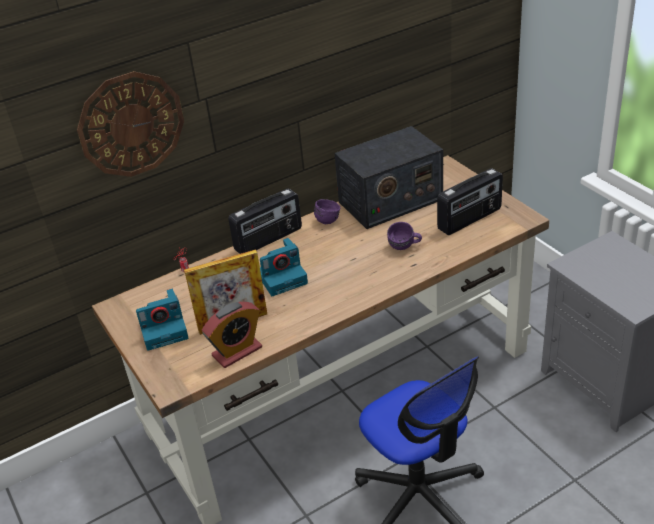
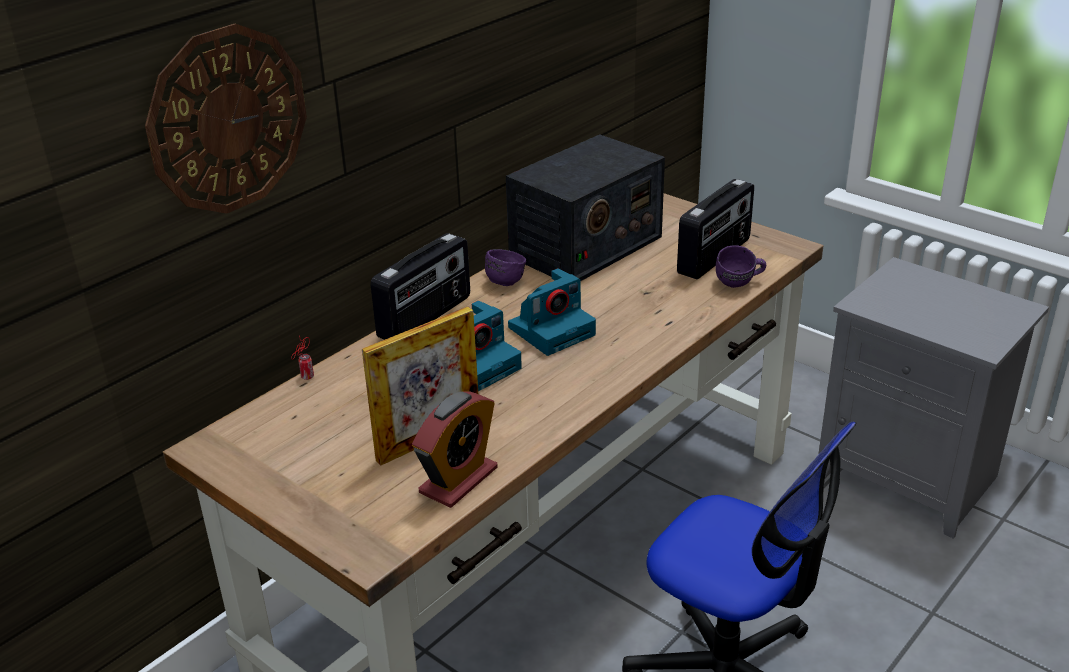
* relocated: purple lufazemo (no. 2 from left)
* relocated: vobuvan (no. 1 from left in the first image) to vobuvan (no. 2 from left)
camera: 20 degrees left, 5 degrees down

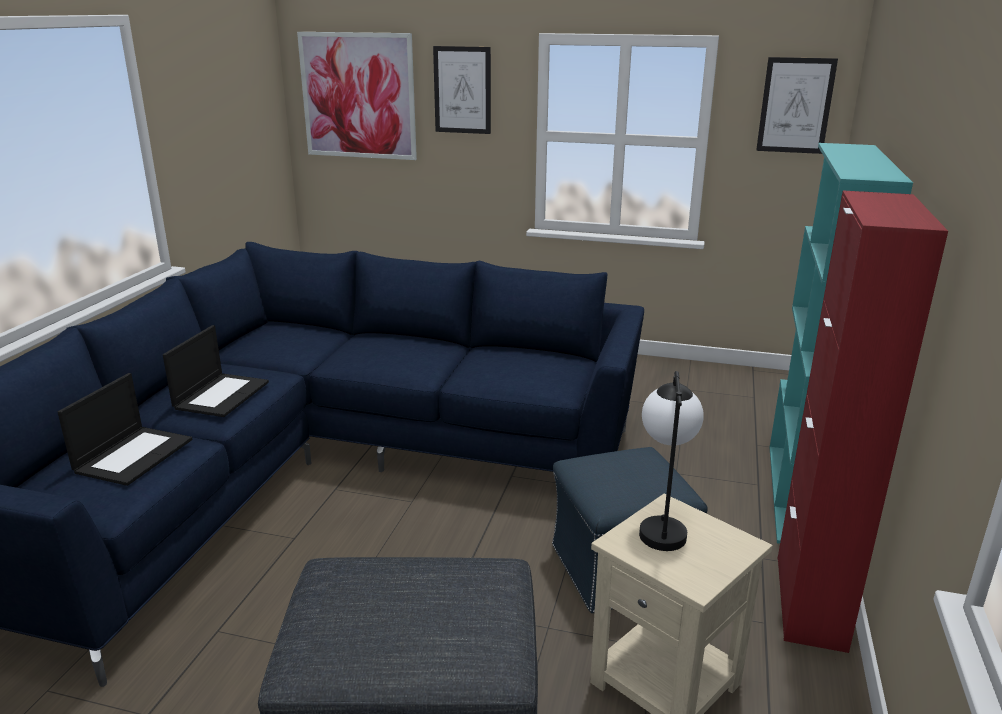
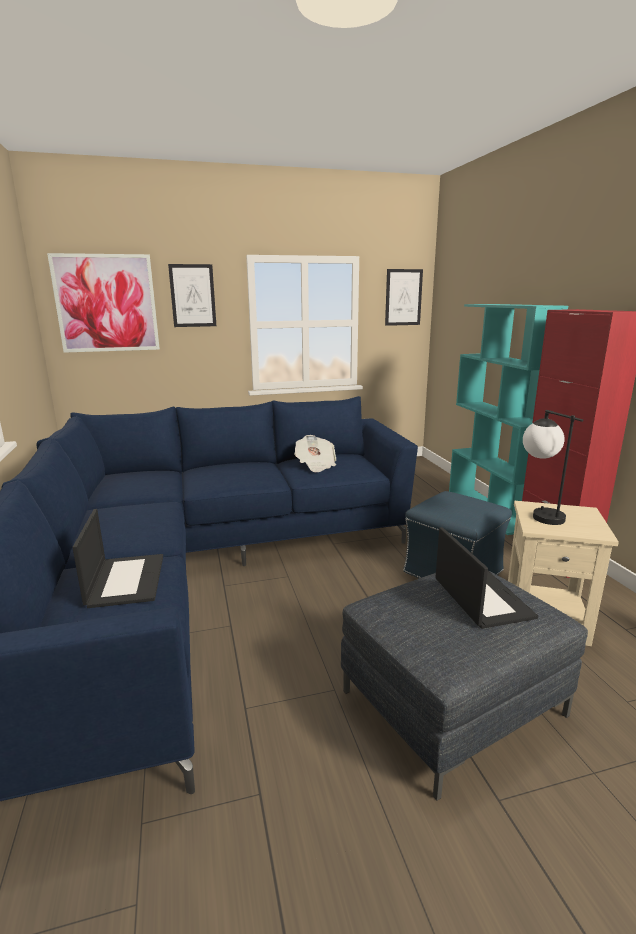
* relocated: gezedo (no. 2 from left)
* appeared: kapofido
camera: 30 degrees left, 5 degrees down

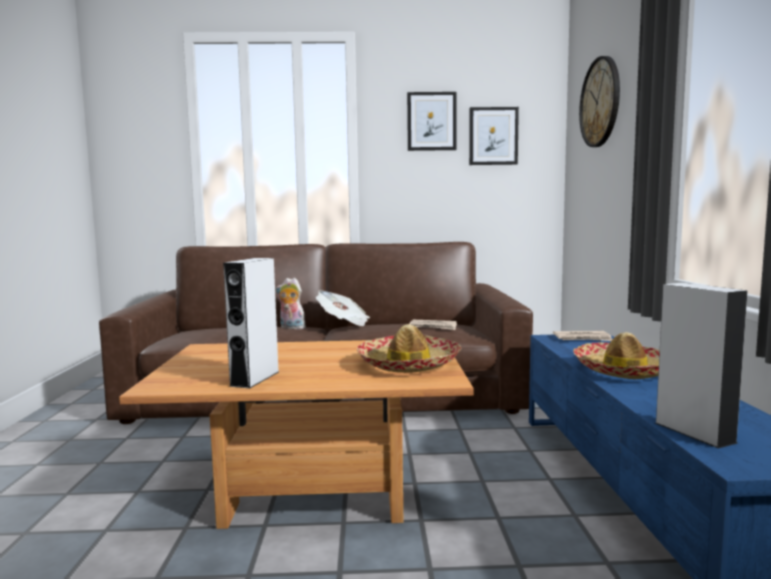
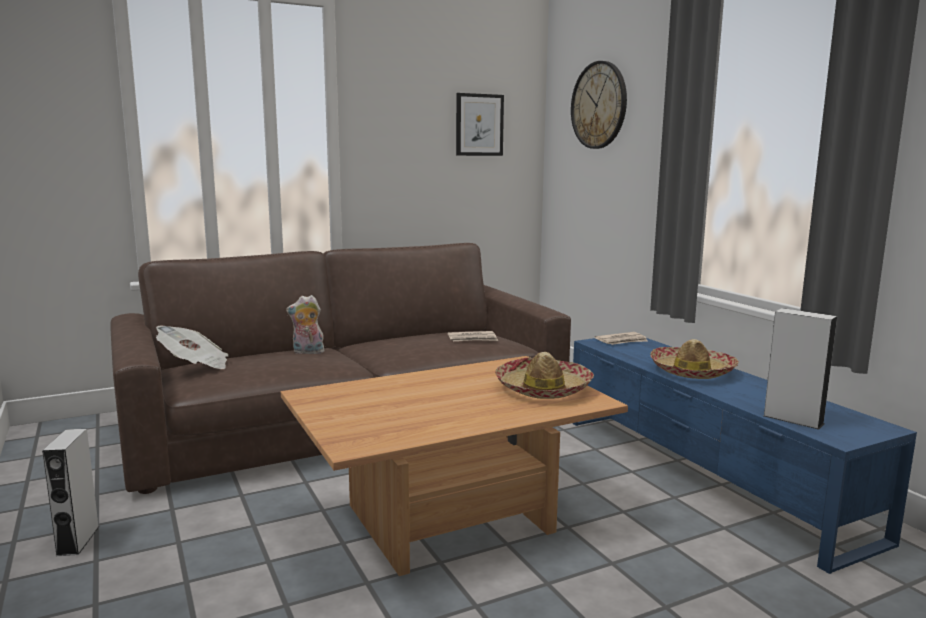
* missing: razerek (no. 1 from left)
* relocated: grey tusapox (no. 1 from left)
* relocated: kapofido (no. 1 from left)
camera: 25 degrees left, 5 degrees up

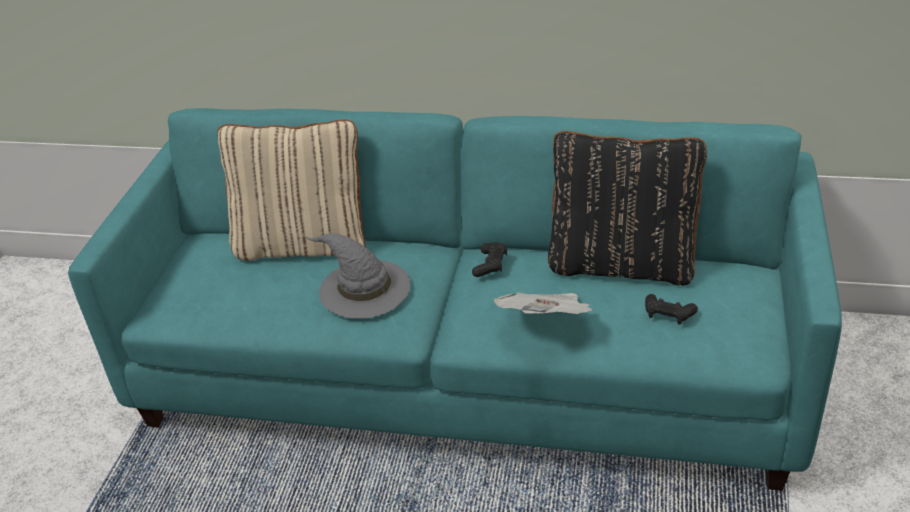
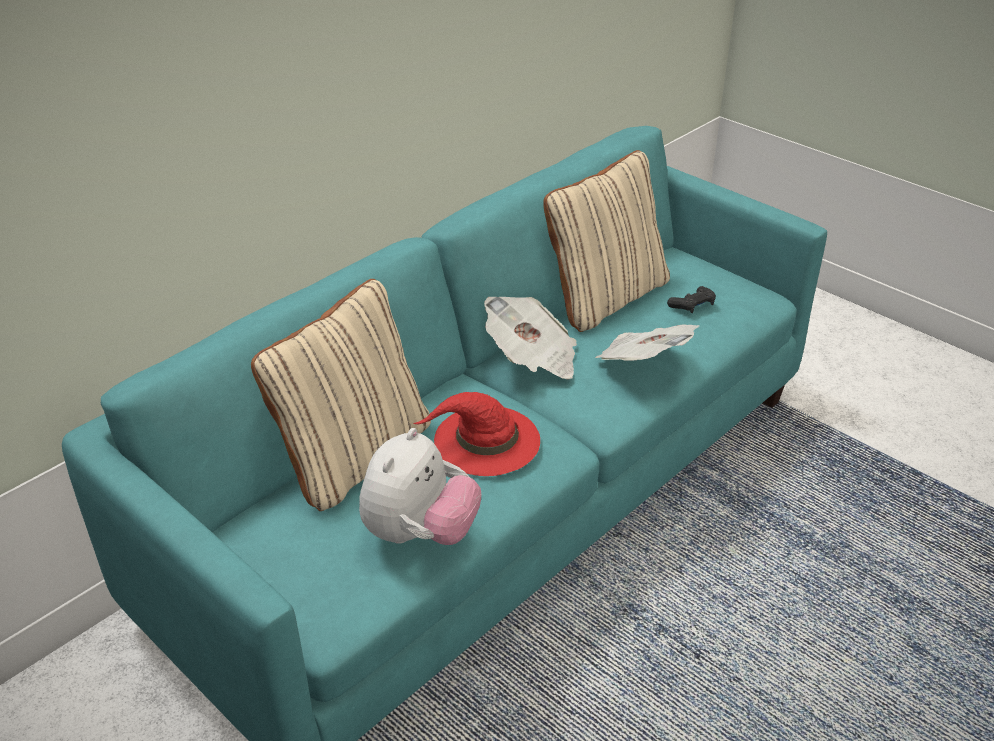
* colour: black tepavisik to beige tepavisik (no. 2 from left)
* colour: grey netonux to red netonux
* exchanged: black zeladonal (no. 1 from left) to kapofido (no. 1 from left)
* appeared: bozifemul
camera: 60 degrees left, 0 degrees up

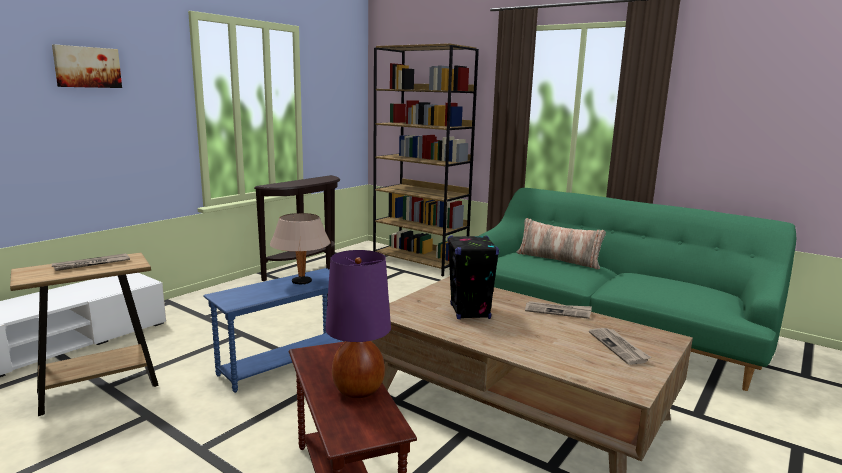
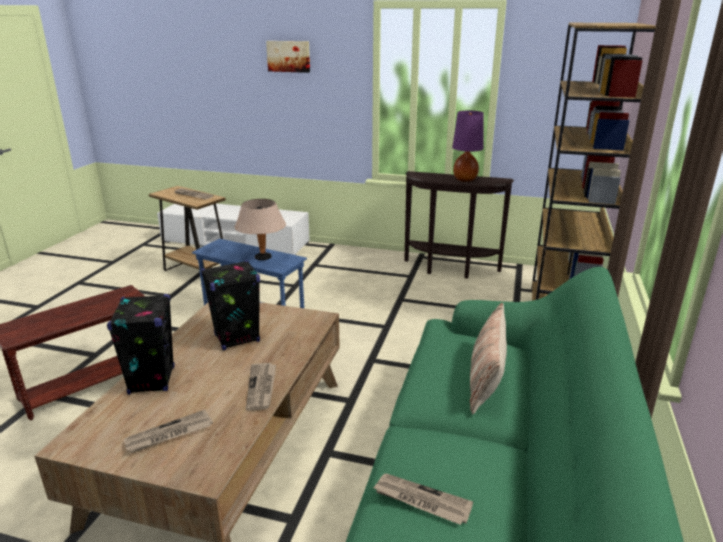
* relocated: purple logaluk
* appeared: black tusapox (no. 1 from left)
* appeared: kapofido (no. 4 from left)
camera: 70 degrees right, 10 degrees up

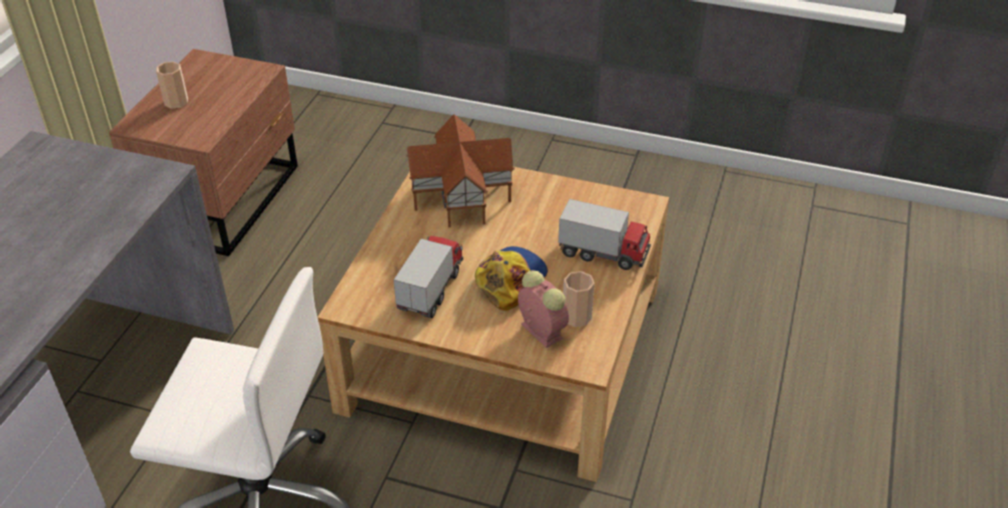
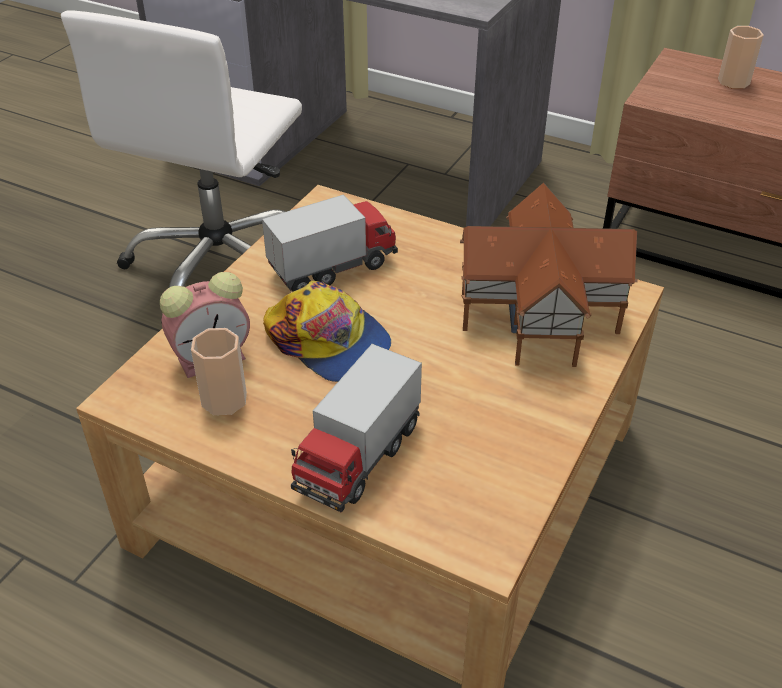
* spun: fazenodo (no. 1 from left) 60 degrees counterclockwise
camera: 100 degrees right, 0 degrees up

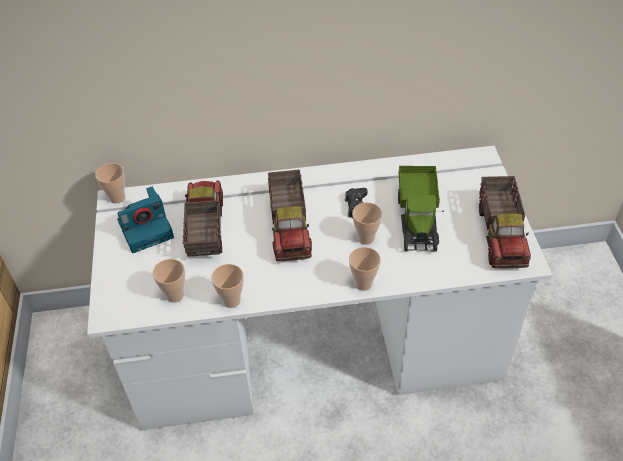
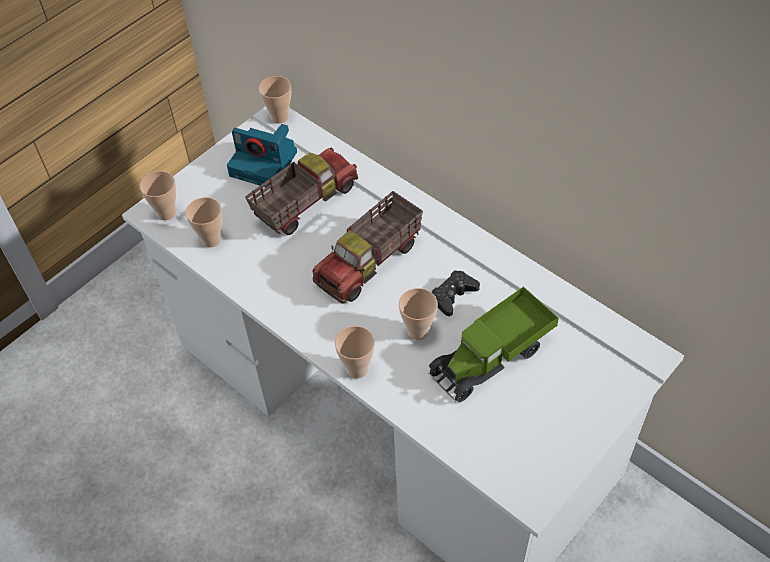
* missing: fazenodo (no. 4 from left)
* relocated: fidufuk (no. 3 from left in the first image) to fidufuk (no. 1 from left)
camera: 50 degrees right, 5 degrees up

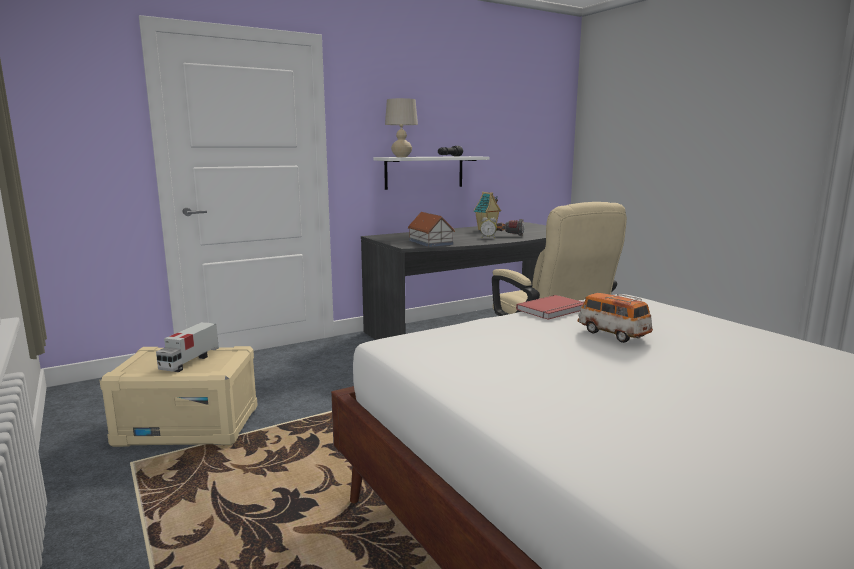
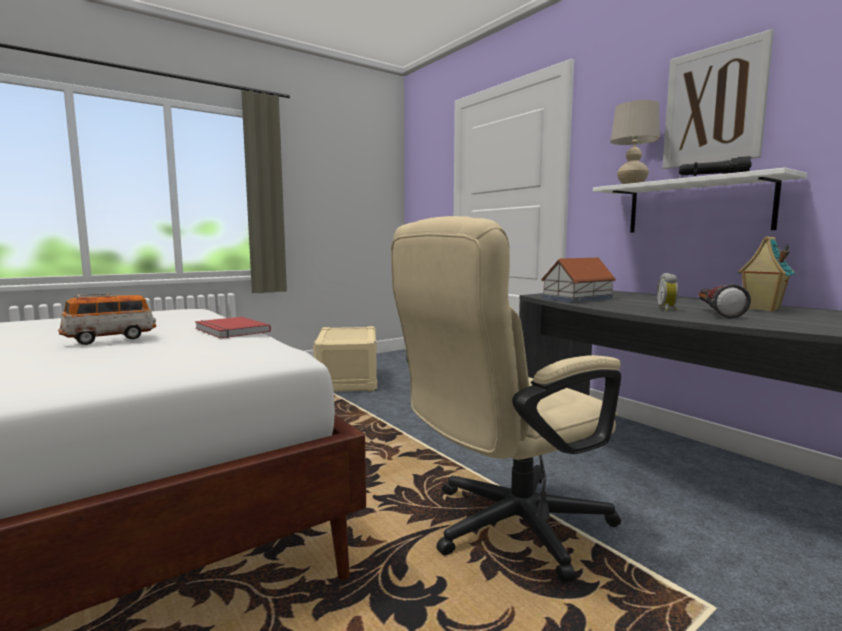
* missing: fazenodo
* appeared: razerek
camera: 85 degrees right, 5 degrees down

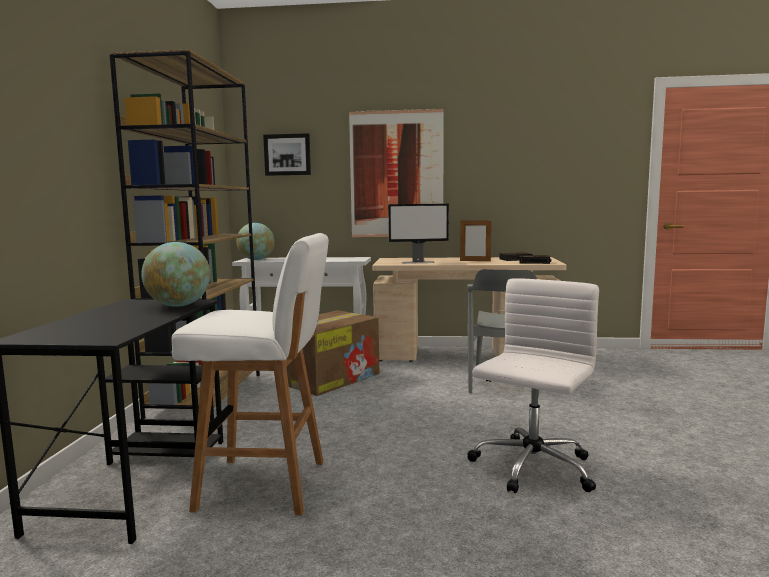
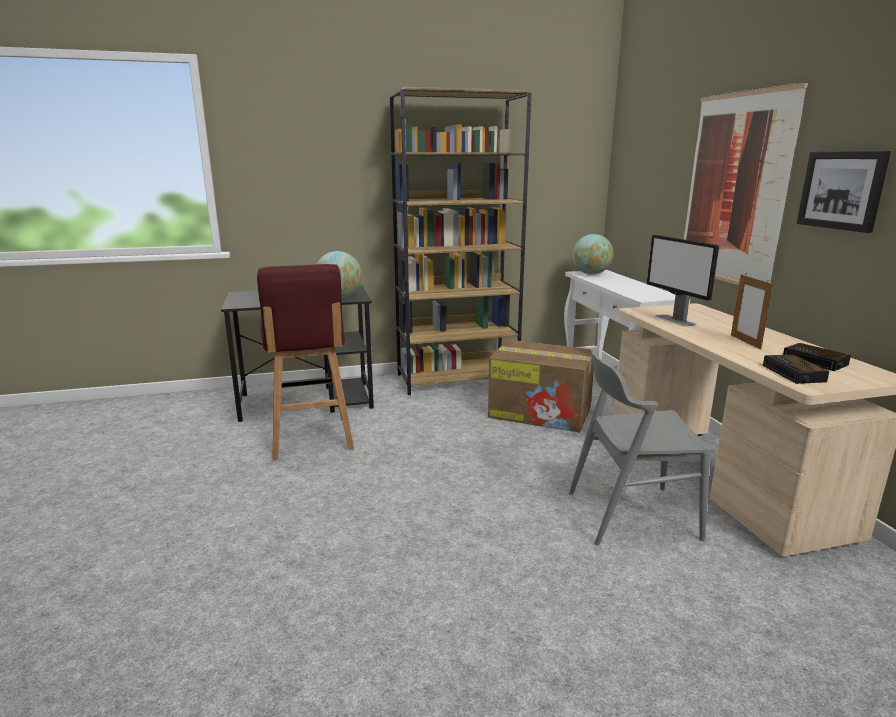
* relocated: razerek (no. 1 from left in the first image) to razerek (no. 2 from left)
* colour: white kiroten to red kiroten
* missing: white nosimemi
camera: 70 degrees right, 10 degrees up

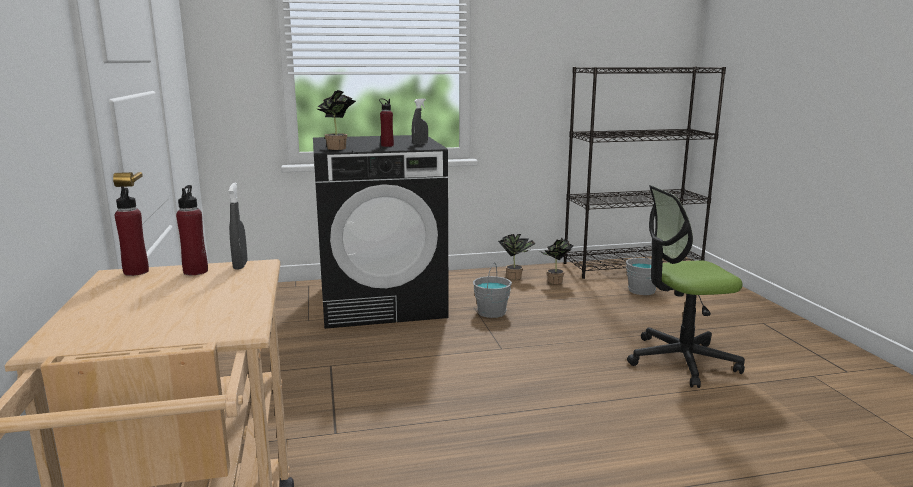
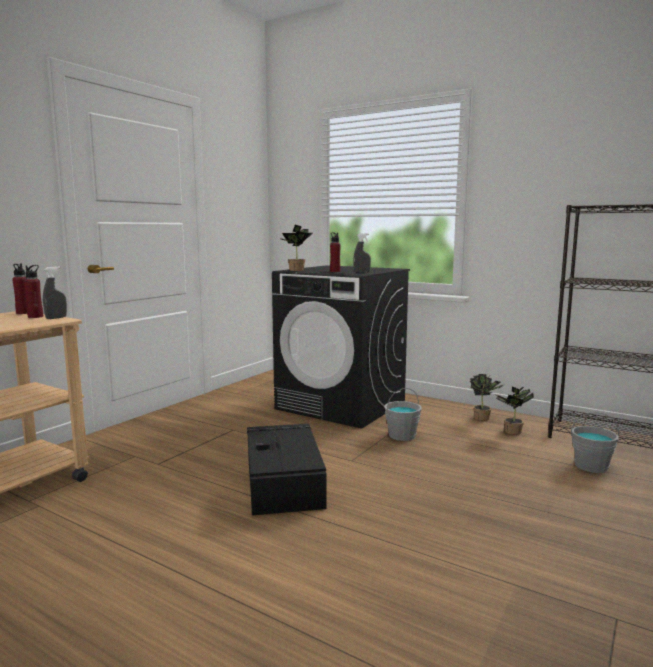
* missing: nosimemi
* appeared: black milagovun
camera: 45 degrees right, 5 degrees down

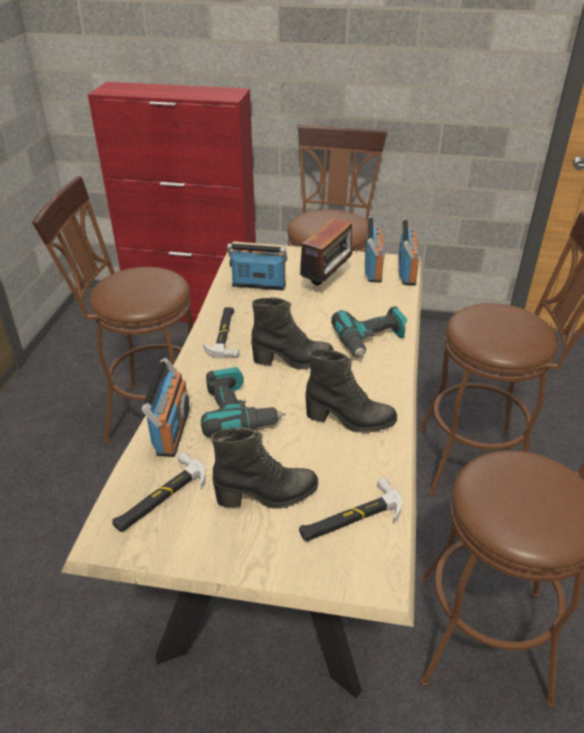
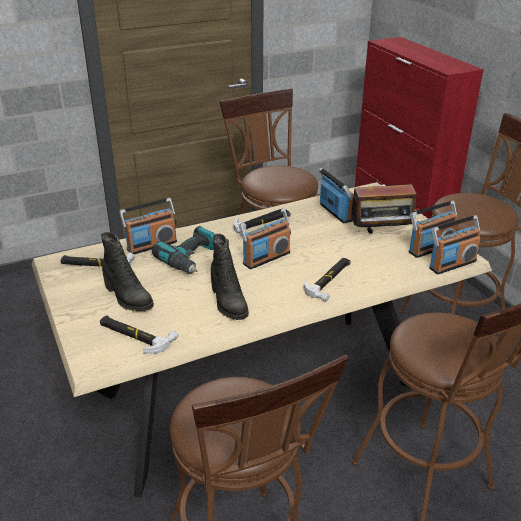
* exchanged: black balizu (no. 2 from left) to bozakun (no. 2 from left)
* exchanged: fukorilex (no. 2 from left) to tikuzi (no. 4 from left)
camera: 55 degrees right, 5 degrees down

